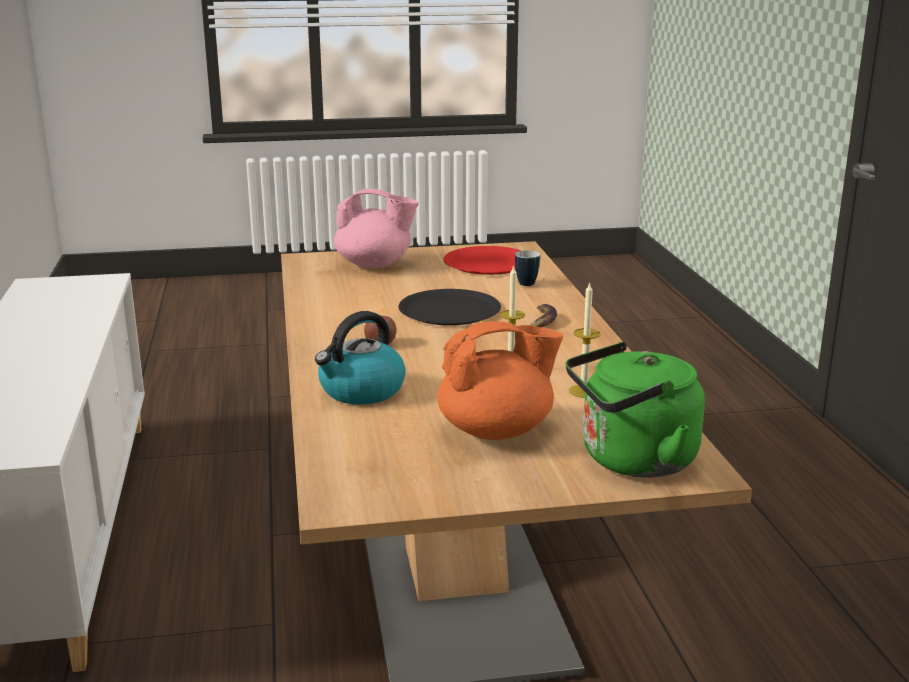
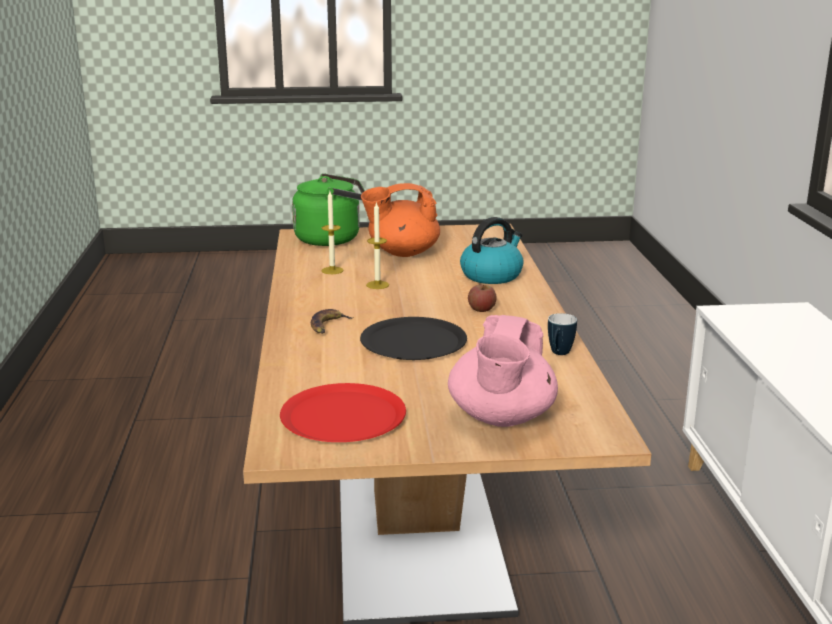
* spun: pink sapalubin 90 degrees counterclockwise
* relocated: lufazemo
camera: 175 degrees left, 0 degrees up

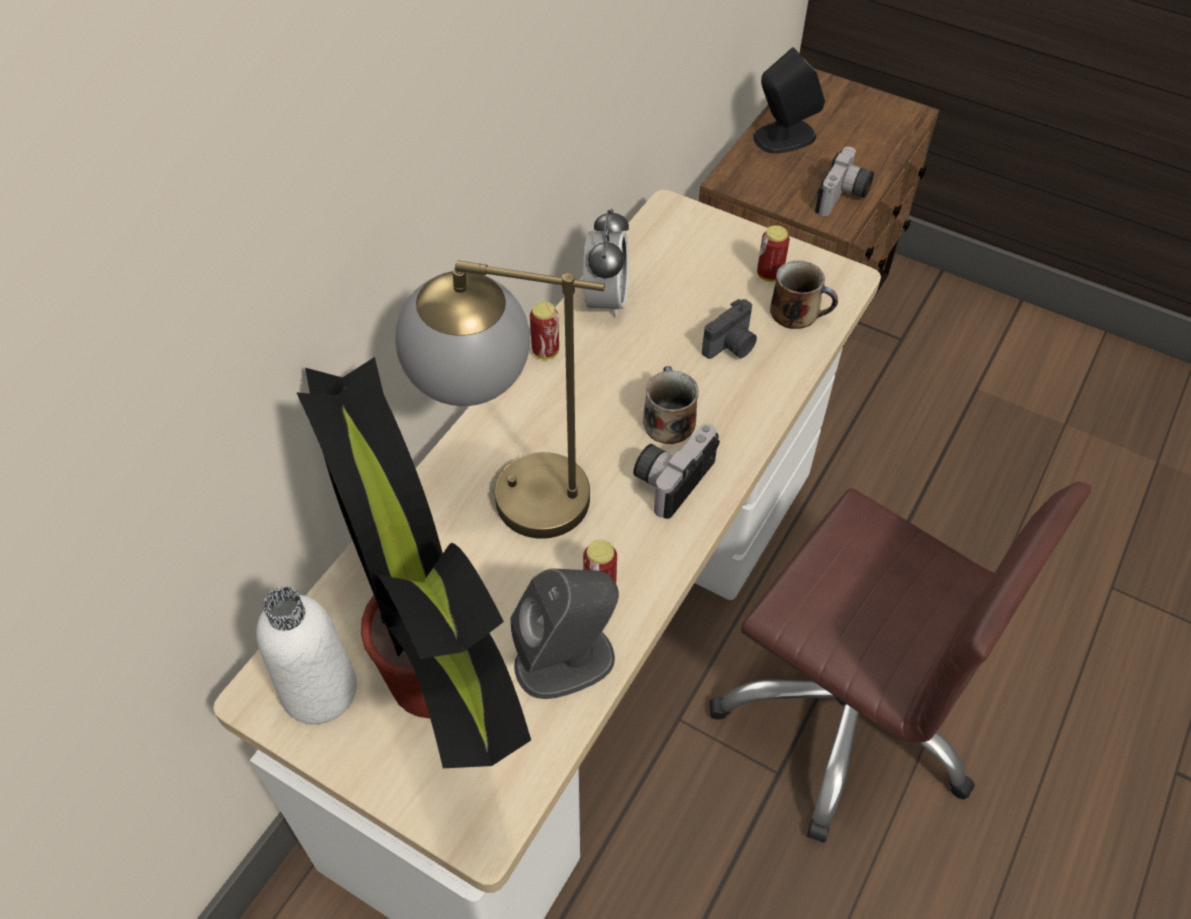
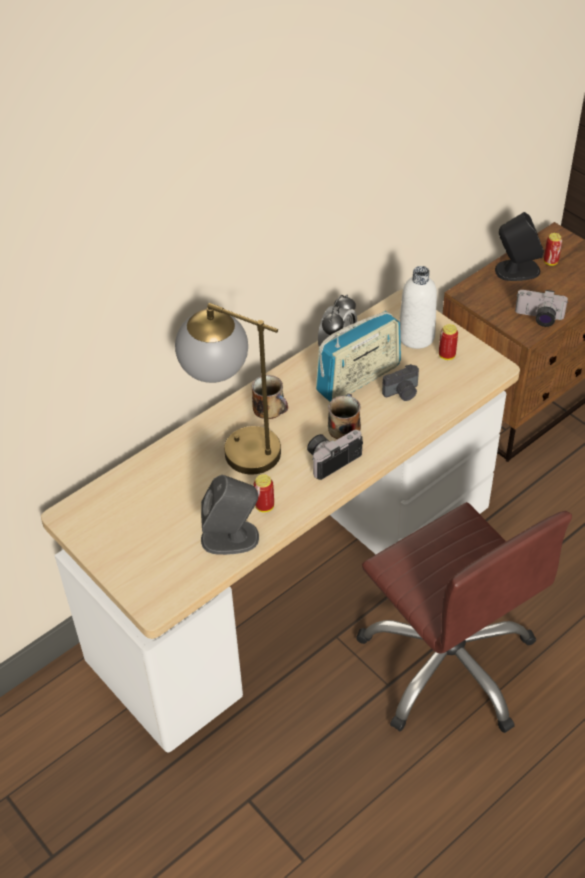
* spun: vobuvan (no. 3 from left) 60 degrees clockwise
* relocated: lufazemo (no. 2 from left in the first image) to lufazemo (no. 1 from left)
* relocated: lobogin (no. 1 from left in the first image) to lobogin (no. 3 from left)
* missing: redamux
* relocated: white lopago
* appeared: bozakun
camera: 20 degrees right, 5 degrees down

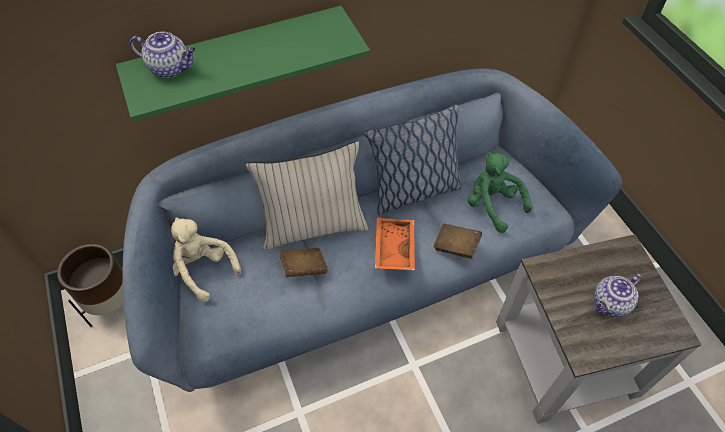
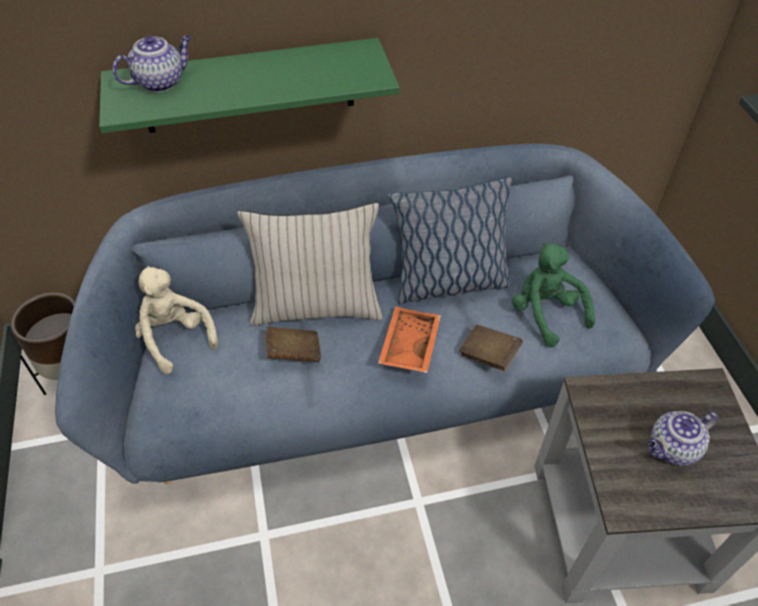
* spun: sapalubin (no. 1 from left) 60 degrees counterclockwise
camera: 10 degrees right, 5 degrees down

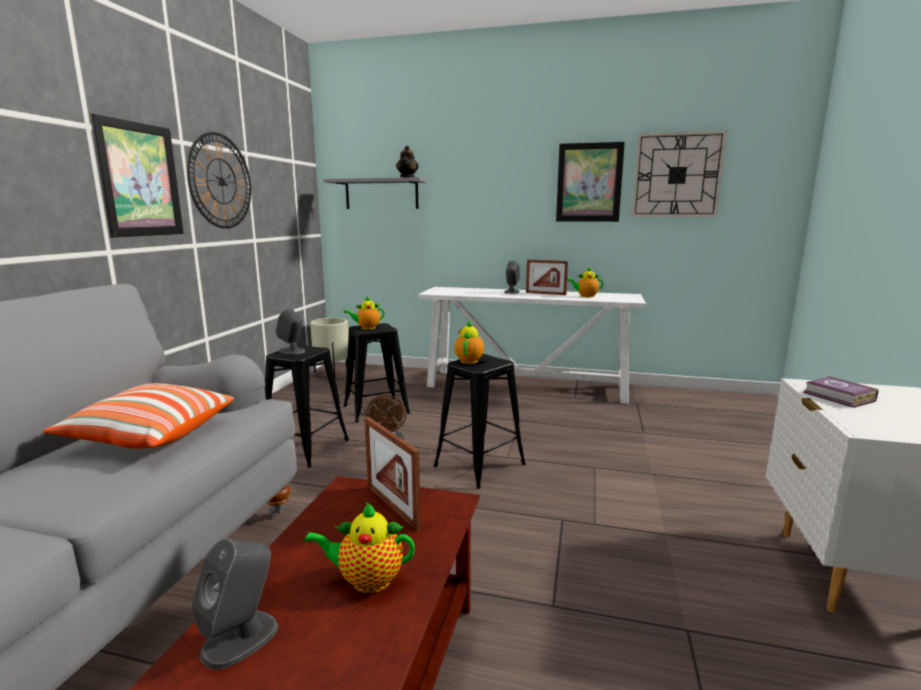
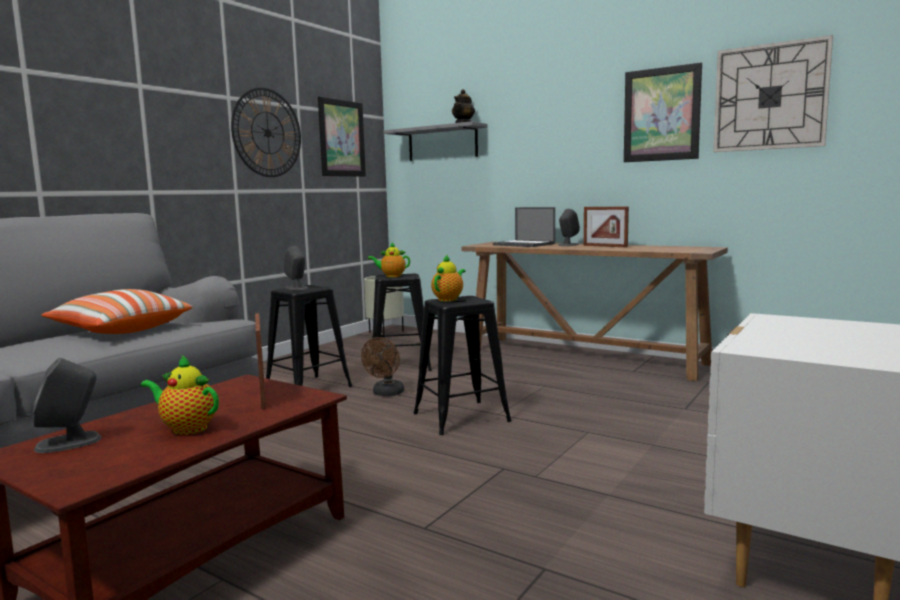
* relocated: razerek (no. 1 from left)
* missing: sapalubin (no. 5 from left)
* colour: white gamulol to brown gamulol
* missing: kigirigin
* appeared: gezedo
camera: 20 degrees right, 5 degrees down

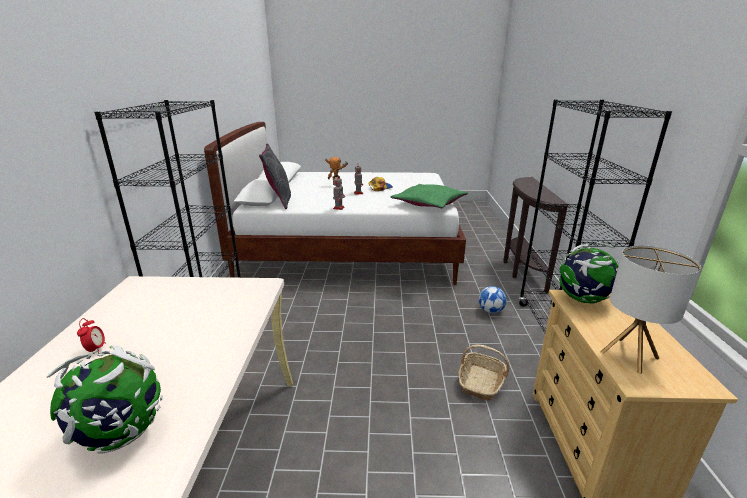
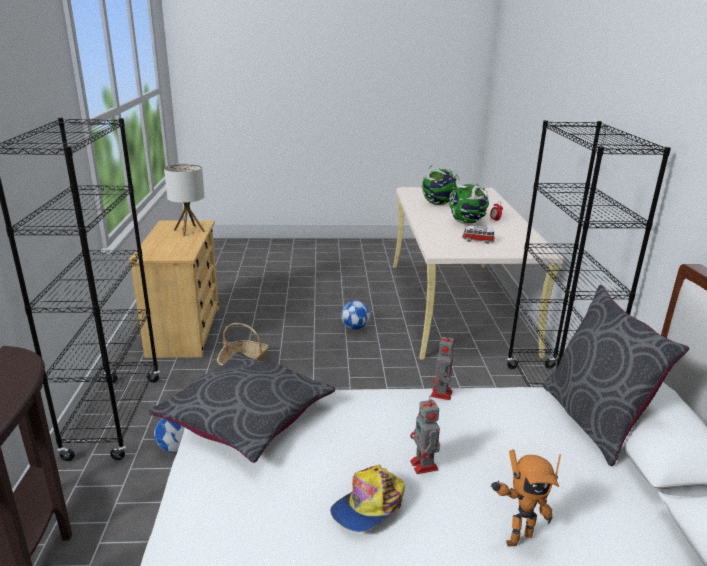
* colour: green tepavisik to grey tepavisik (no. 1 from left)
* relocated: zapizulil (no. 2 from left)
* appeared: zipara
* appeared: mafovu (no. 2 from left)
camera: 175 degrees right, 0 degrees up

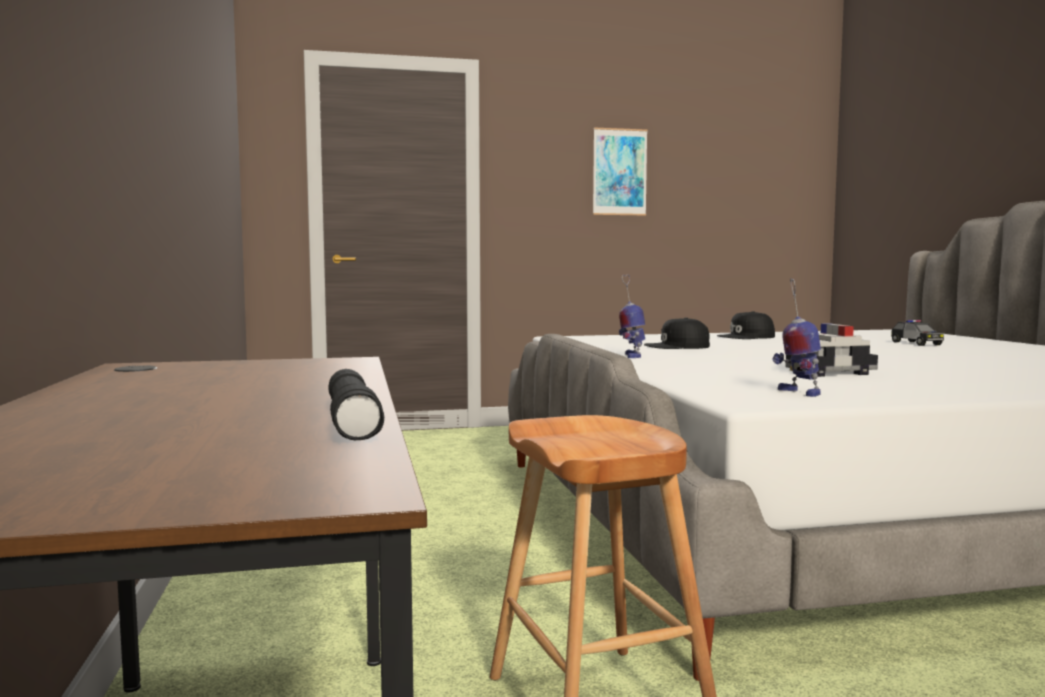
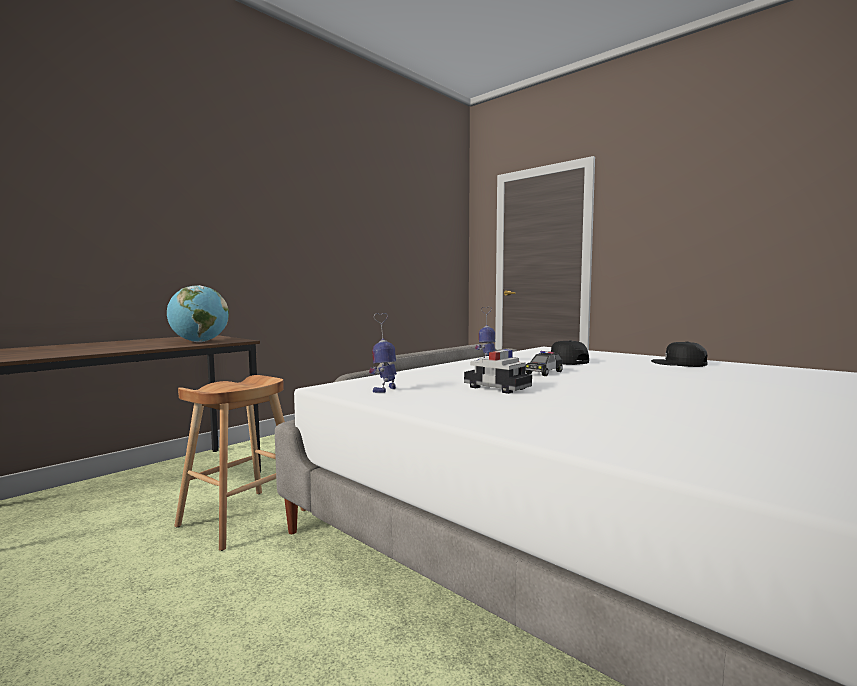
* missing: razerek
* relocated: zipara (no. 2 from left)
* missing: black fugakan
* appeared: zapizulil
camera: 55 degrees right, 0 degrees up

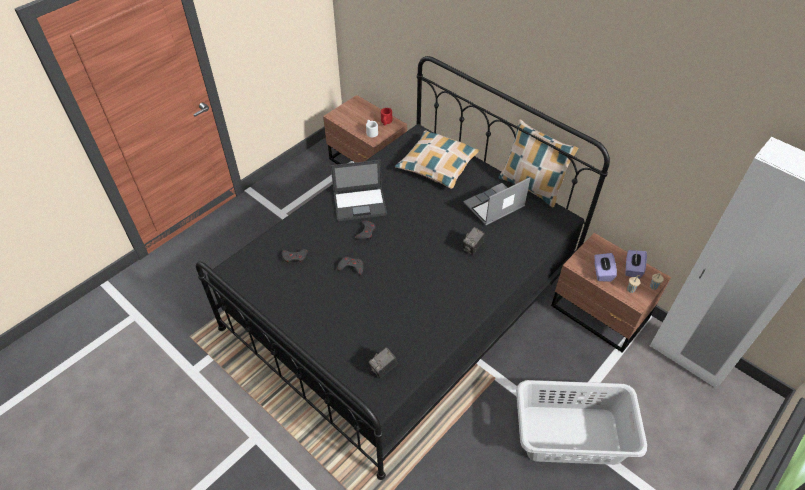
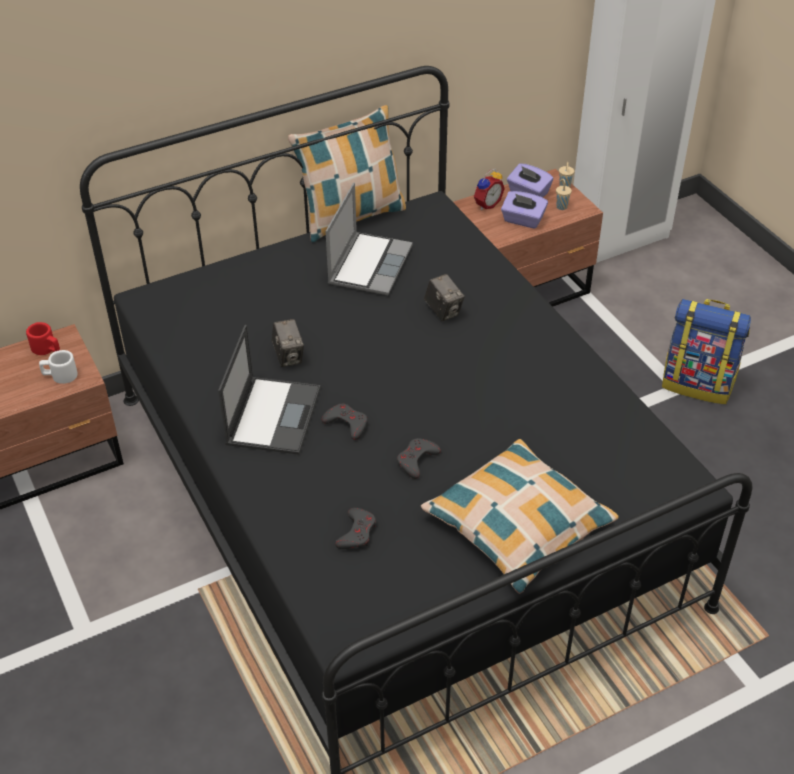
* relocated: tepavisik (no. 1 from left in the first image) to tepavisik (no. 2 from left)
* spun: gezedo (no. 2 from left) 150 degrees counterclockwise
* relocated: vobuvan (no. 1 from left)
* exchanged: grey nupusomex to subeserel
* appeared: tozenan
camera: 70 degrees left, 5 degrees down

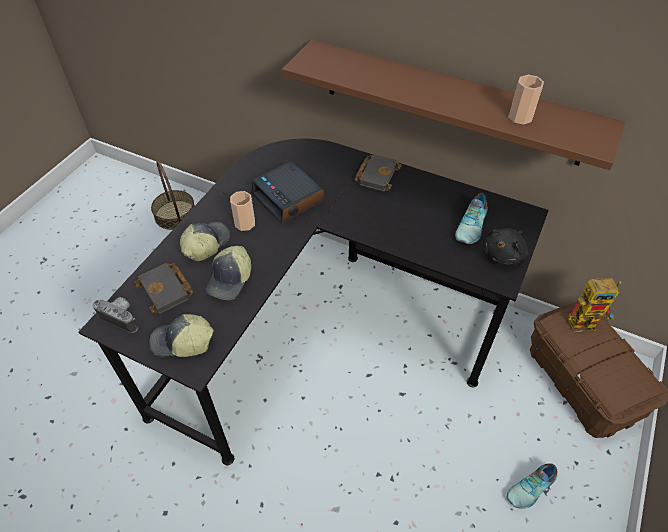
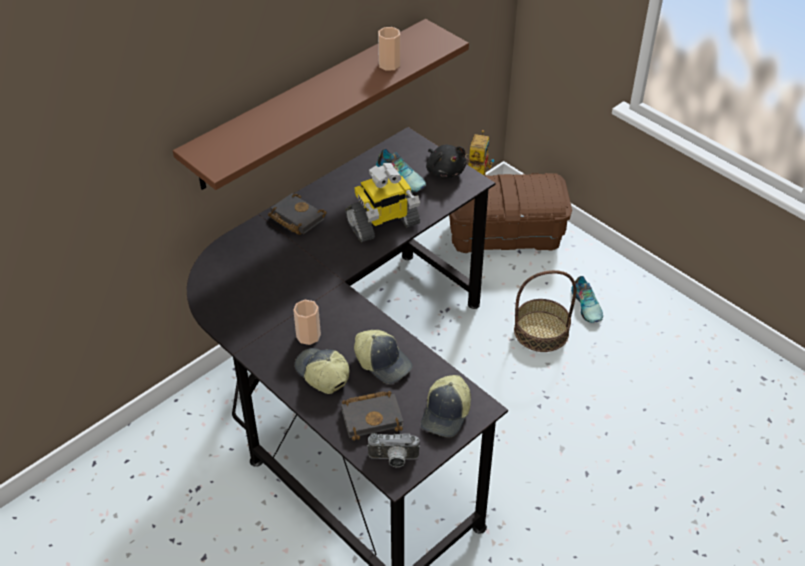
* relocated: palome
* missing: tozenan
* spun: vobuvan 135 degrees counterclockwise
* appeared: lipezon (no. 1 from left)
camera: 70 degrees left, 5 degrees down

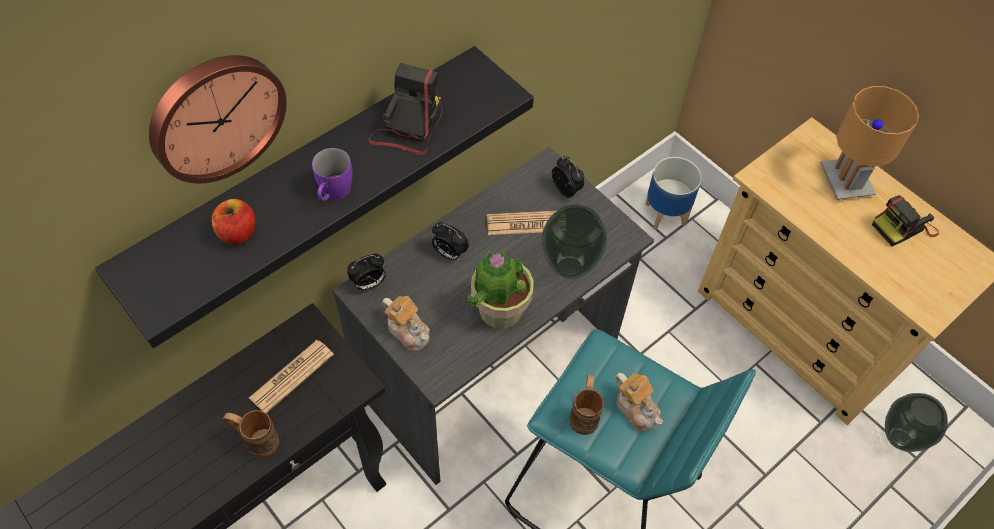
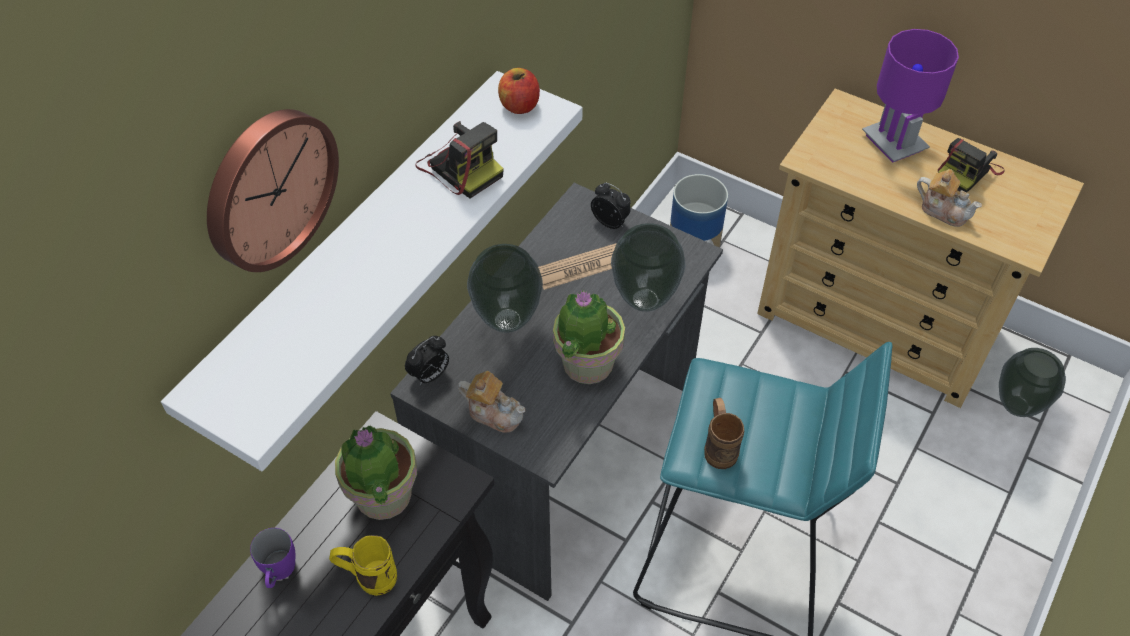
* colour: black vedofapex to white vedofapex
* spun: vobuvan (no. 1 from left) 135 degrees clockwise
* colour: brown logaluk to purple logaluk
* relocated: purple lufazemo
* relocated: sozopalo
* exchanged: tozenan (no. 2 from left) to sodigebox (no. 1 from left)
* exchanged: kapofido (no. 1 from left) to redamux (no. 1 from left)
* relocated: sapalubin (no. 2 from left)
* colour: brown lufazemo (no. 1 from left) to yellow lufazemo
camera: 15 degrees left, 5 degrees down

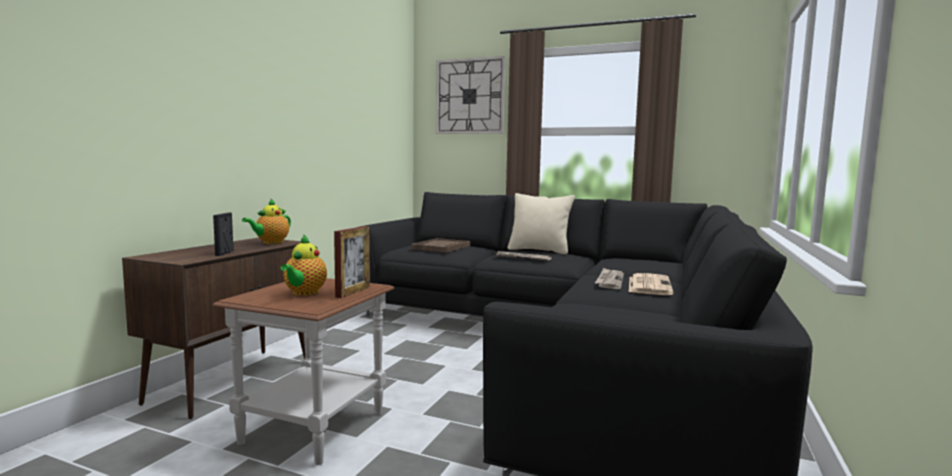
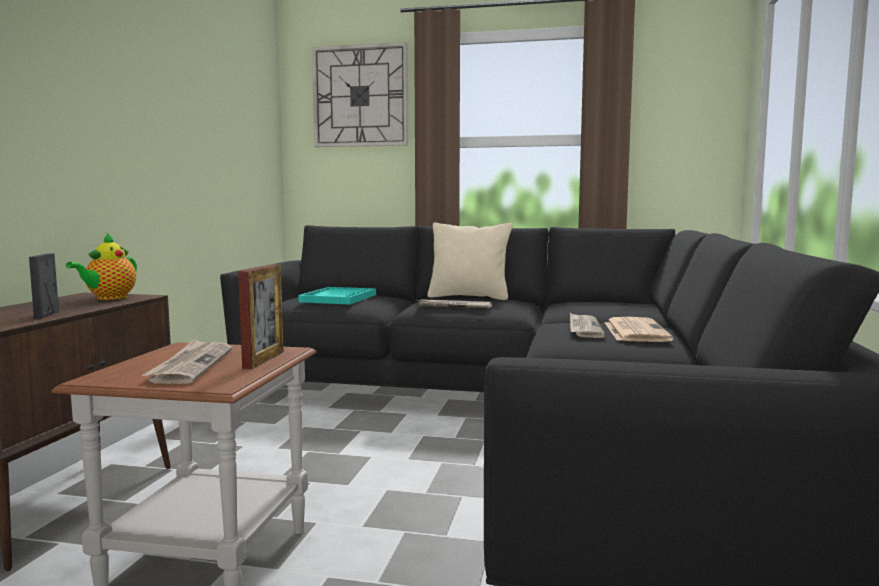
* exchanged: sapalubin (no. 2 from left) to kapofido (no. 1 from left)
* colour: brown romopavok to turquoise romopavok
camera: 10 degrees left, 0 degrees up

